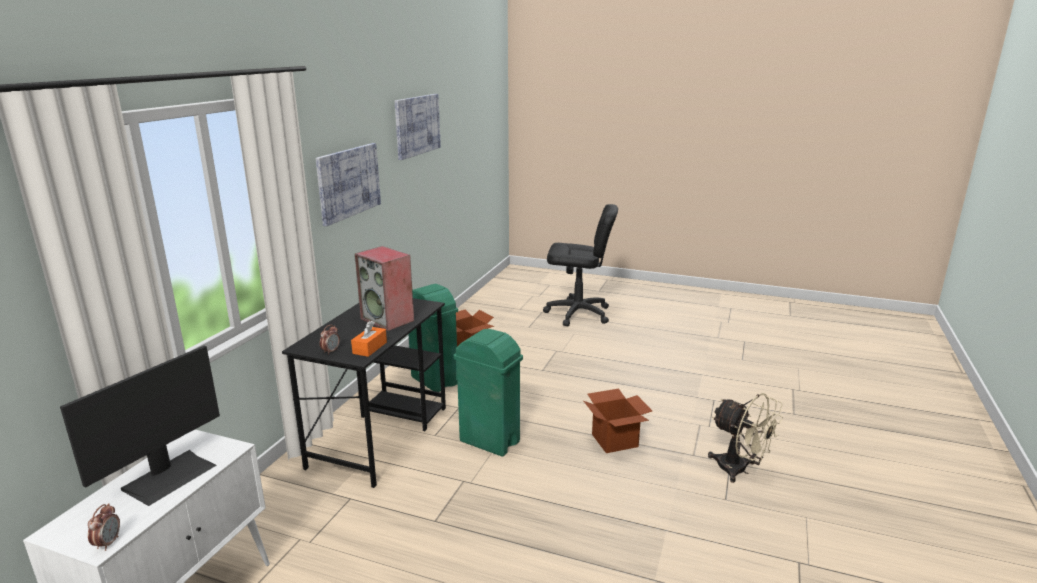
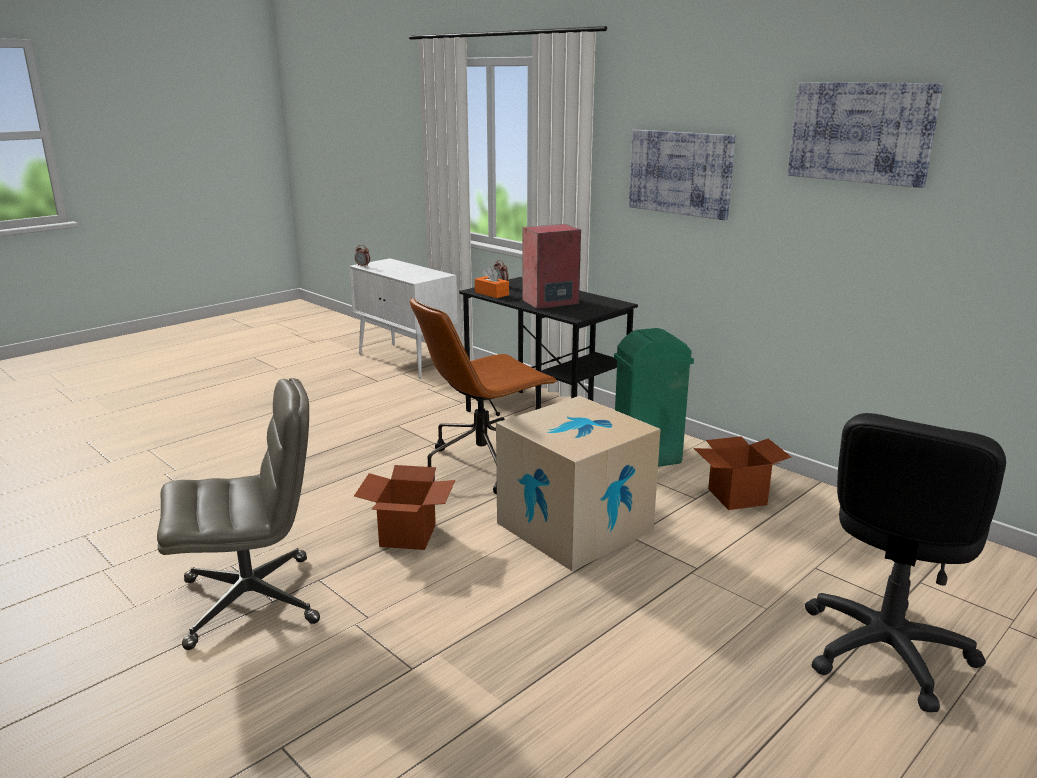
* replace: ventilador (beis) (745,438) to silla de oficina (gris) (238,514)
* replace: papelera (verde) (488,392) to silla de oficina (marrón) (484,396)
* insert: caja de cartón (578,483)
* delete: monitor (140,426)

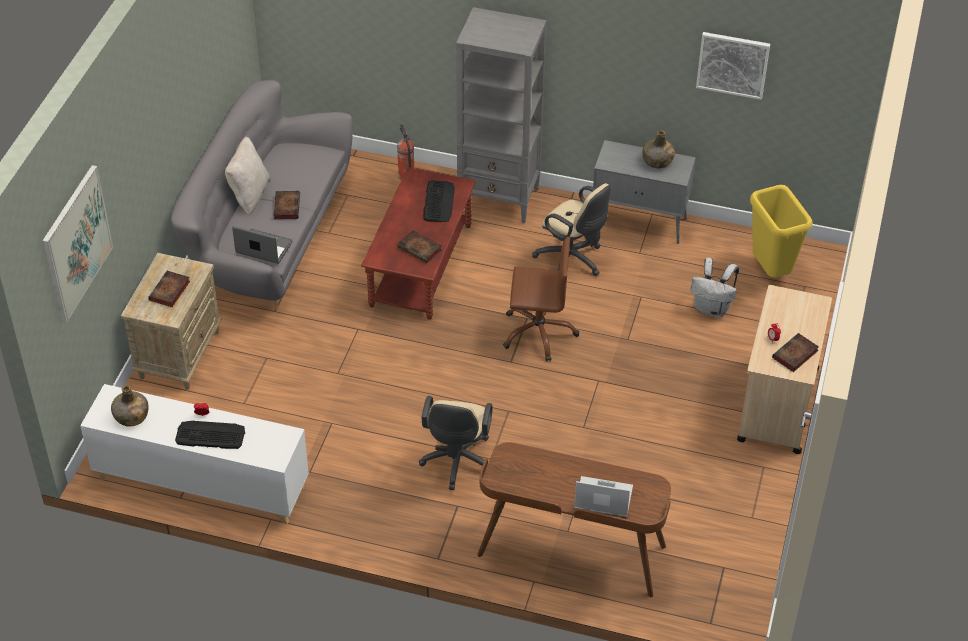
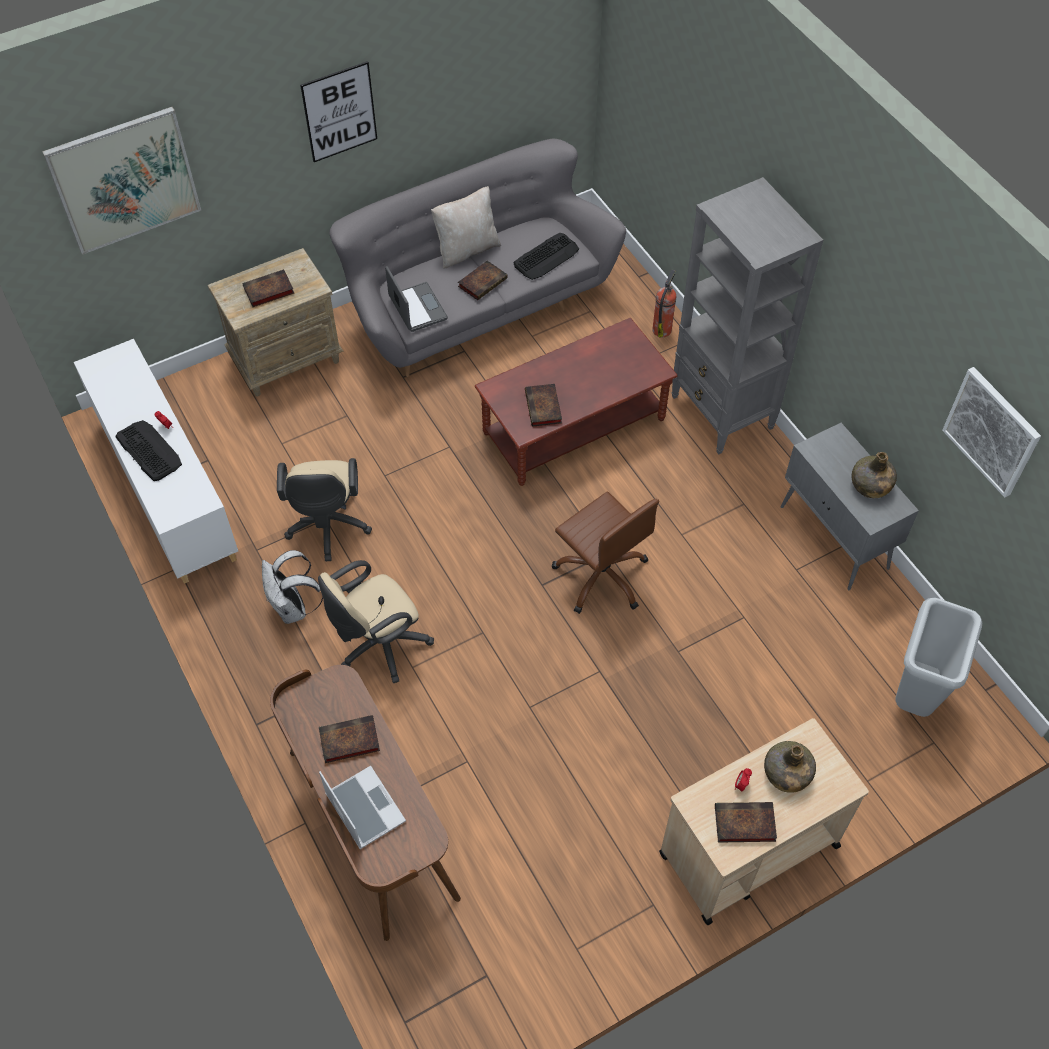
* move: mochila (blanco) (714,288) to (292,587)
* move: silla de oficina (beis) (571,229) to (324,509)
* insert: cuadro (338,111)
* insert: libro (349,739)
* move: teclado (439,201) to (546,256)
* move: botella (verde) (130,406) to (790,767)
* recolor: papelera (amarillo) (781,231) to papelera (gris) (938,657)

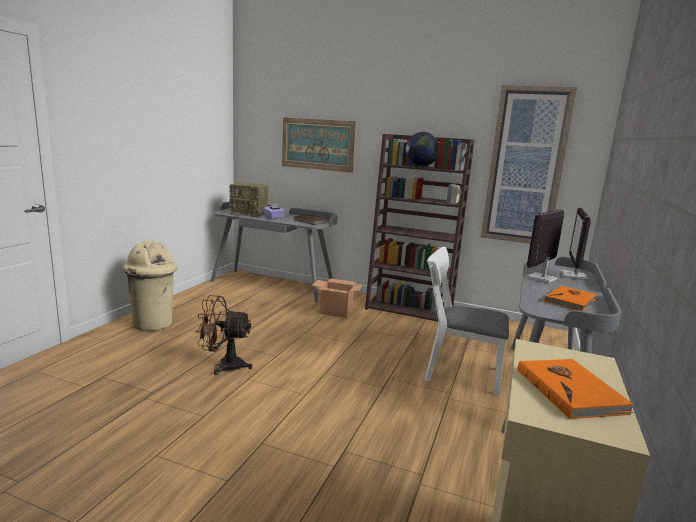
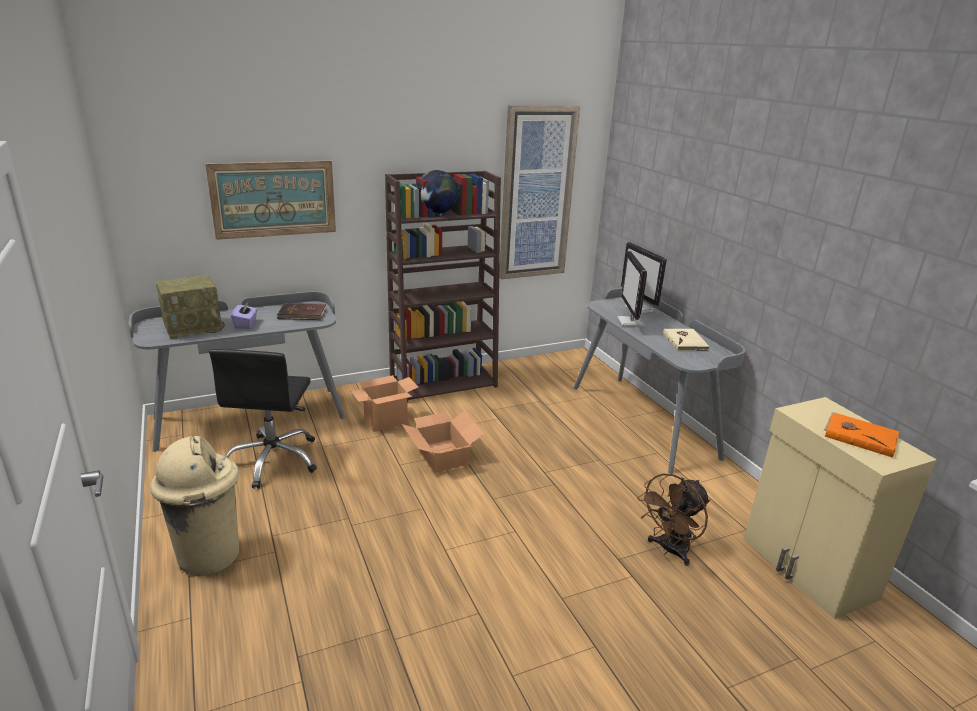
* insert: silla de oficina (negro) (263,419)
* insert: caja de cartón (443,442)
* move: ventilador (marrón) (224,335) to (673,519)
* recolor: libro (naranja) (572,298) to libro (beis) (686,340)
* delete: silla (blanco) (467,321)

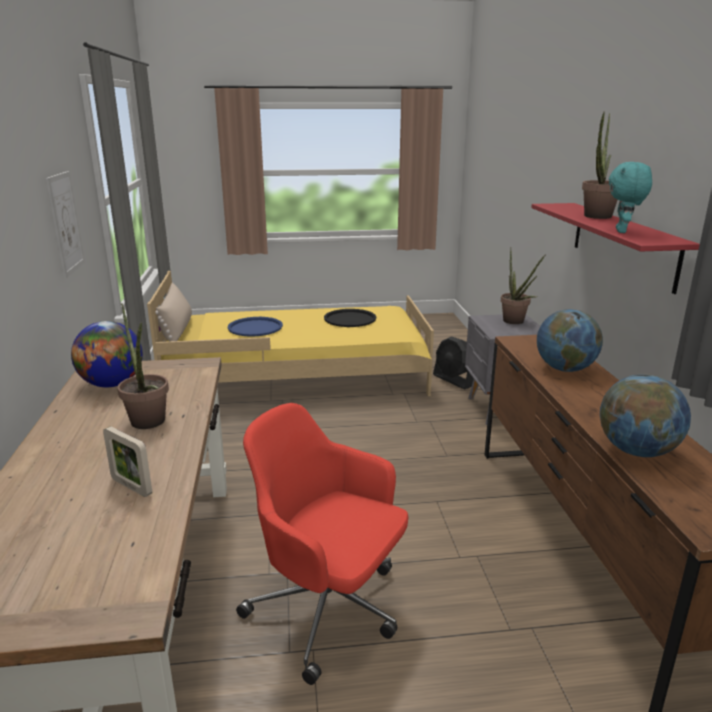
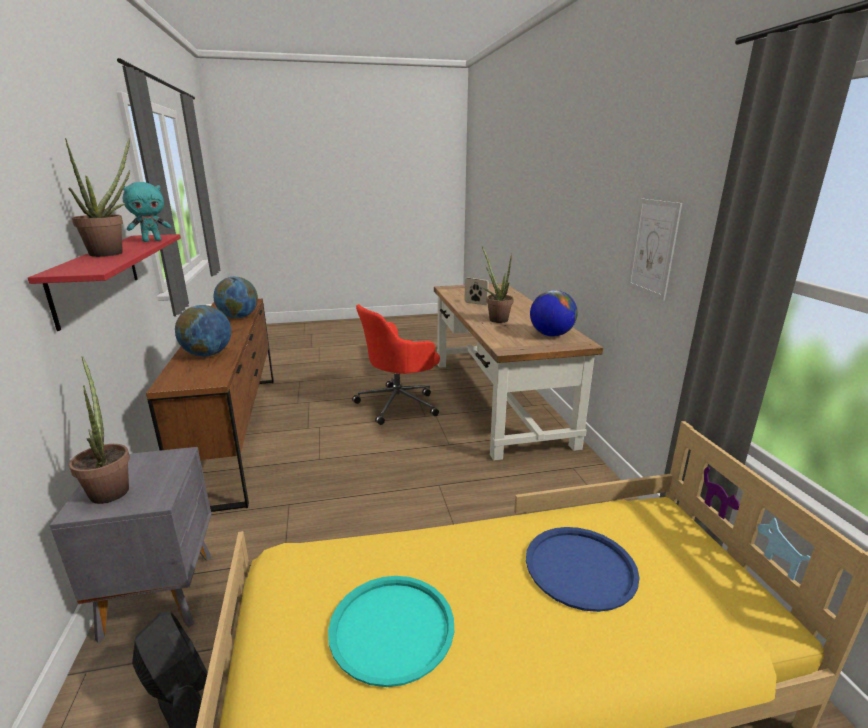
* rotate: peluche (turquesa) (630,197) = (146,212) 45 degrees clockwise
* recolor: bandeja (negro) (350,318) to bandeja (turquesa) (391,631)
* rotate: silla de oficina (rojo) (322,544) = (396,364) 120 degrees clockwise
* delete: cojín (beis) (174,312)

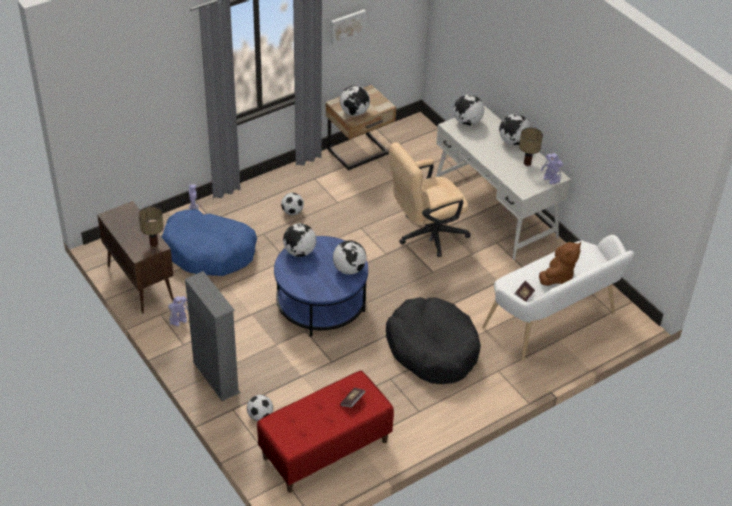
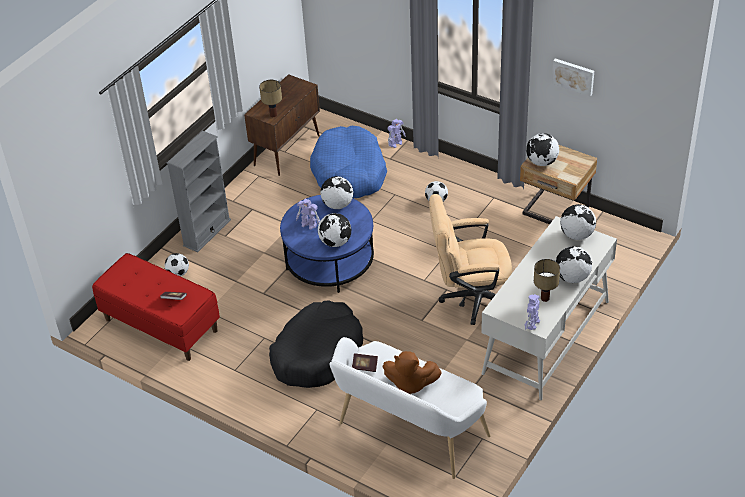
* move: robot de juguete (178,311) to (308,214)
* rotate: silla de oficina (beis) (430,199) = (470,259) 45 degrees counterclockwise

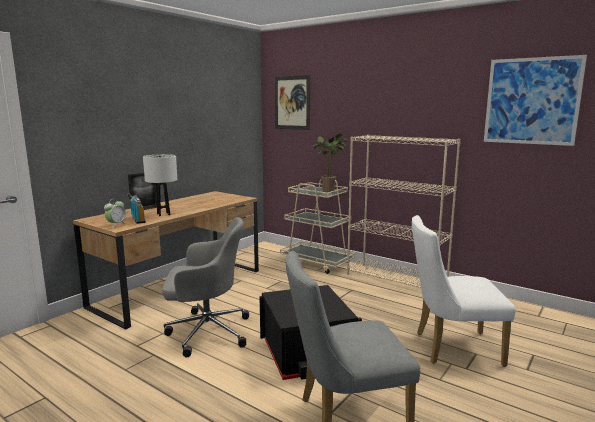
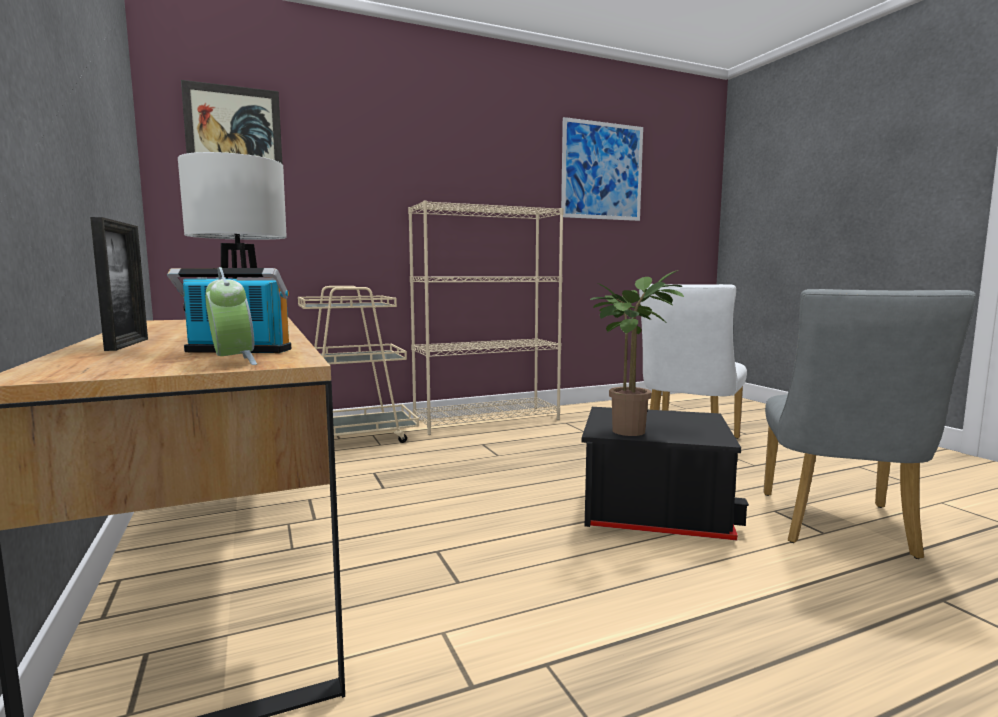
* move: planta en maceta (330,163) to (637,353)
* delete: silla de oficina (gris) (205,287)

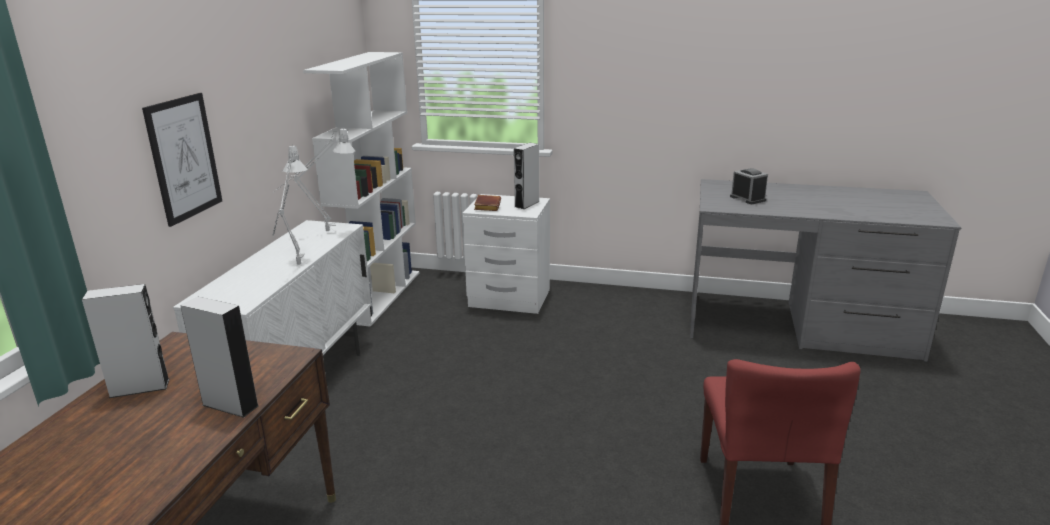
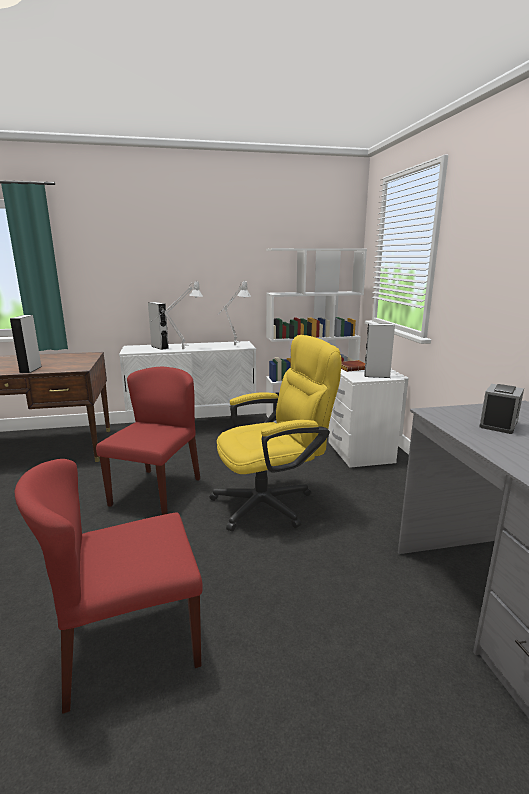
* insert: silla (rojo) (148,441)
* move: altavoz (gris) (125,341) to (158,326)
* insert: silla de oficina (amarillo) (275,433)
* delete: cuadro (182,160)

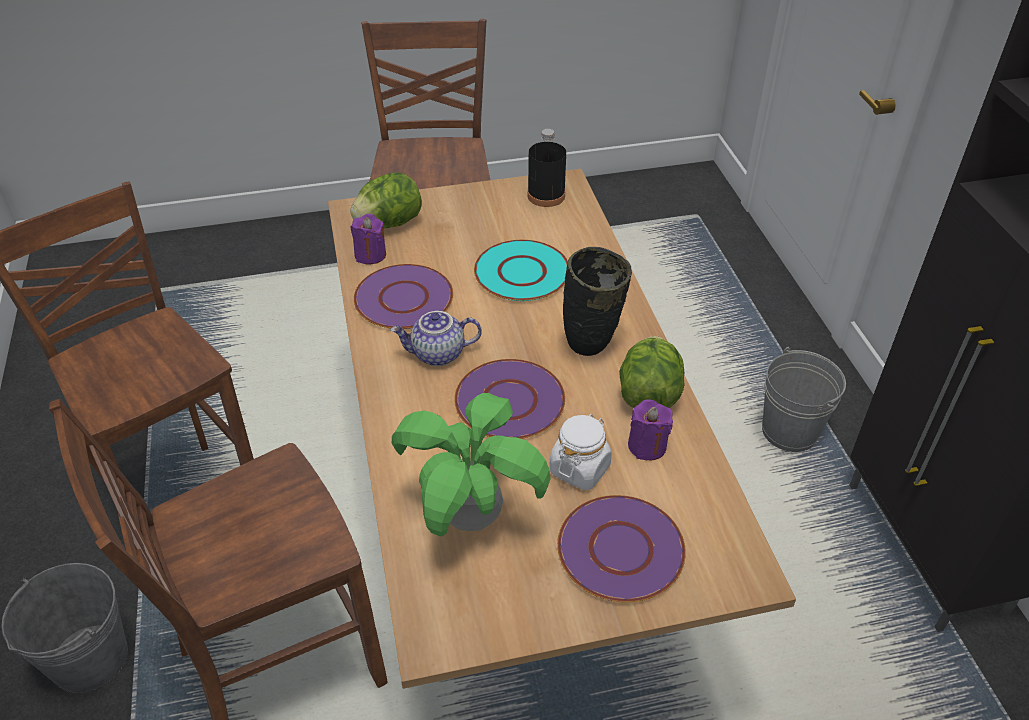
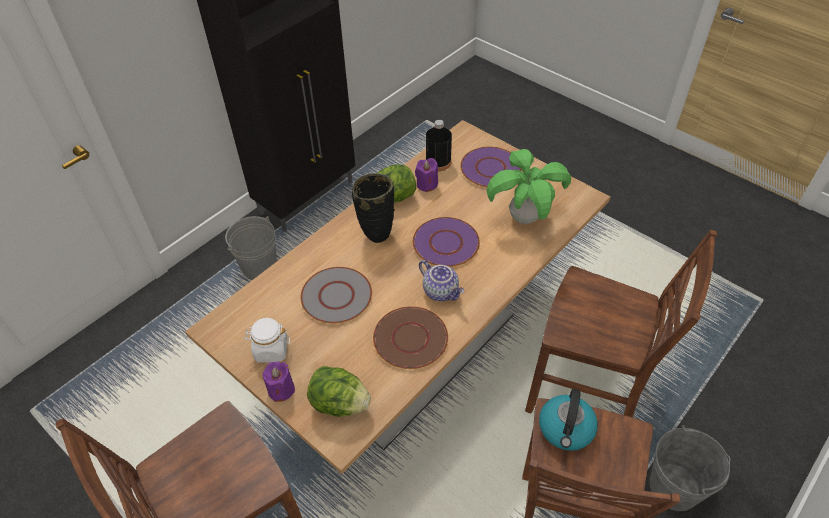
* move: tarro (blanco) (580,452) to (267,340)
* move: vela (morado) (368,239) to (279,382)
* recolor: plato (turquesa) (521,270) to plato (gris) (336,295)
* recolor: plato (morado) (403,296) to plato (marrón) (410,337)
* move: botella (negro) (546,168) to (438,145)
* insert: hervidor (568,420)

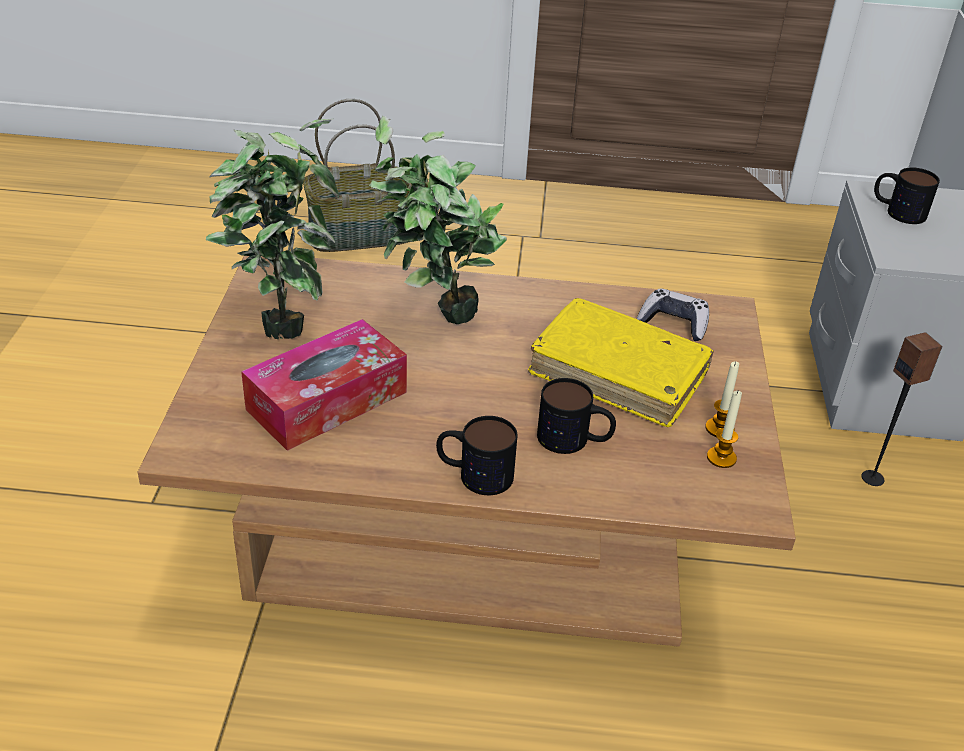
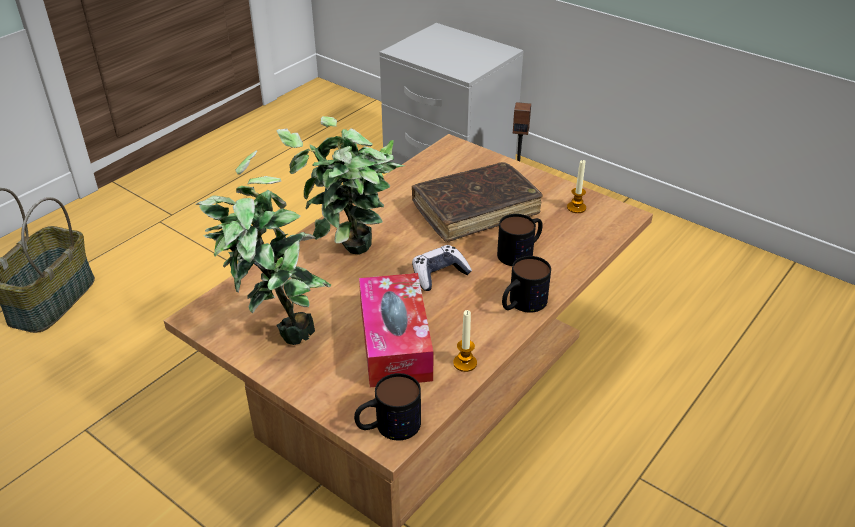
* move: taza grande (907,195) to (387,407)
* recolor: libro (amarillo) (621,362) to libro (marrón) (477,202)
* move: mando de consola (673,314) to (442,268)
* move: vela (722,399) to (465,341)

